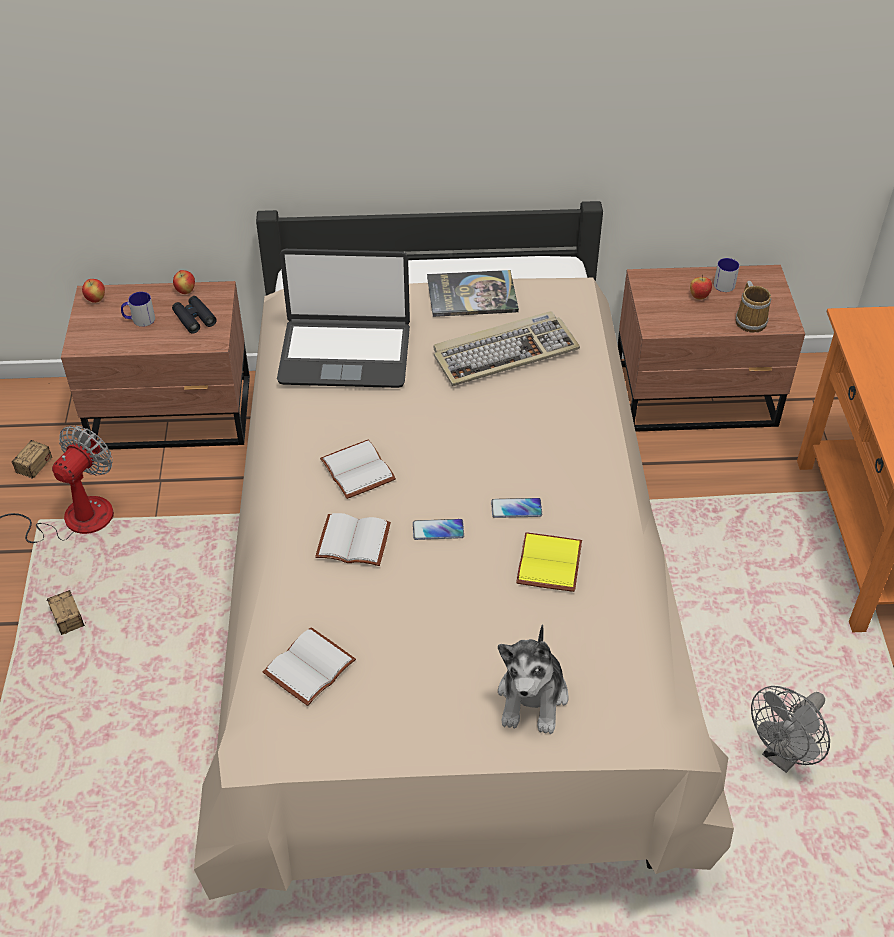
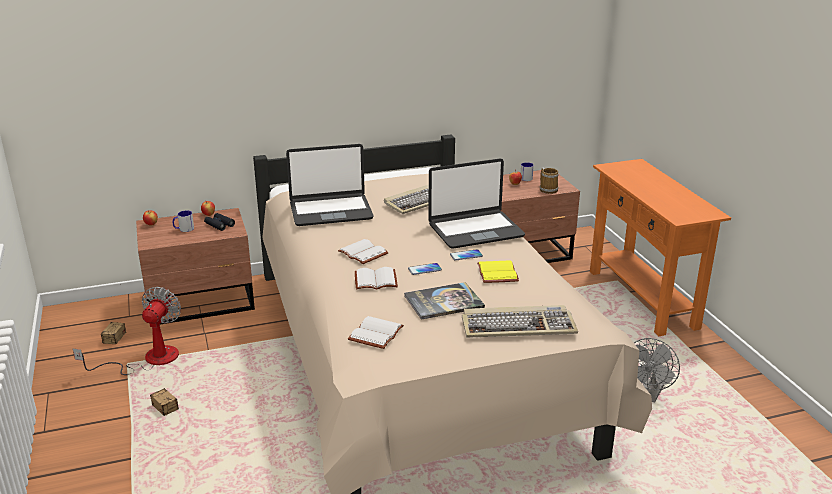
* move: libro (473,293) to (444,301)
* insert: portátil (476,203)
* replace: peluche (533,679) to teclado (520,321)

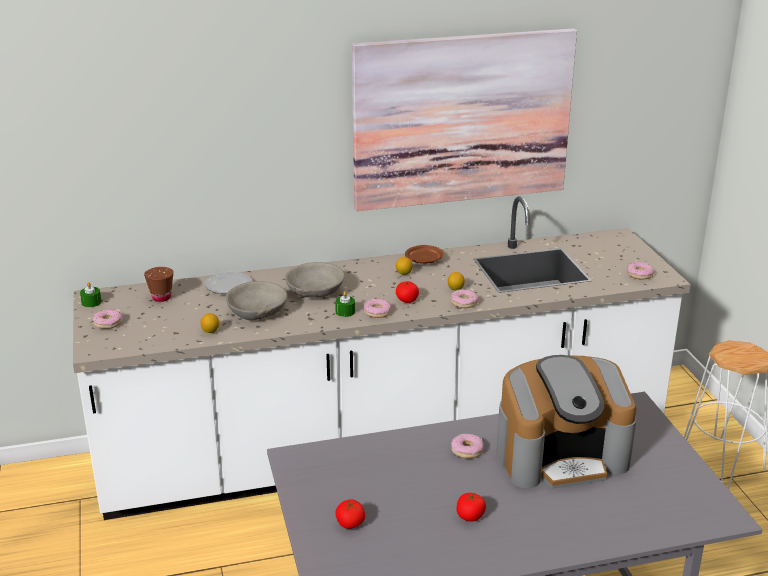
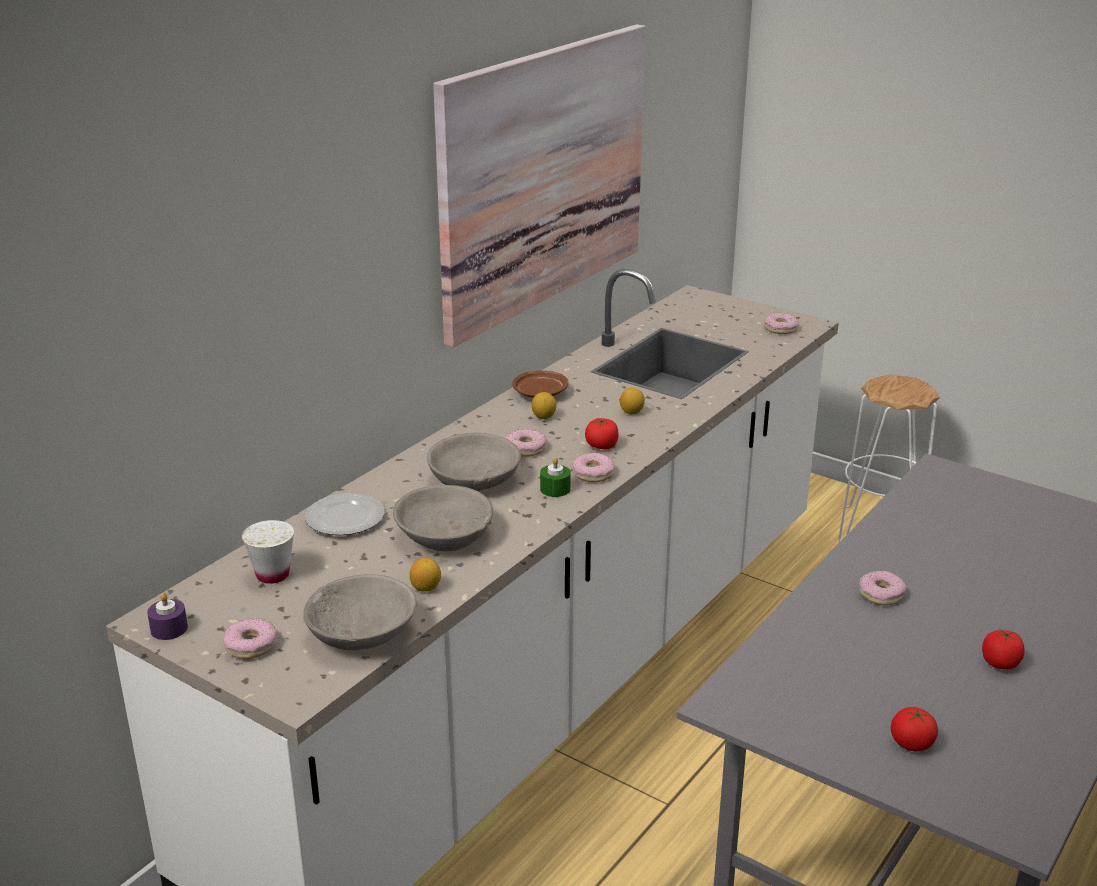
* recolor: vela (verde) (91,294) to vela (morado) (167,616)
* recolor: taza (marrón) (159,284) to taza (blanco) (268,552)
* insert: cuenco (gris) (360,612)
* move: rosquilla (465,298) to (526,443)
* delete: cafetera (566,422)

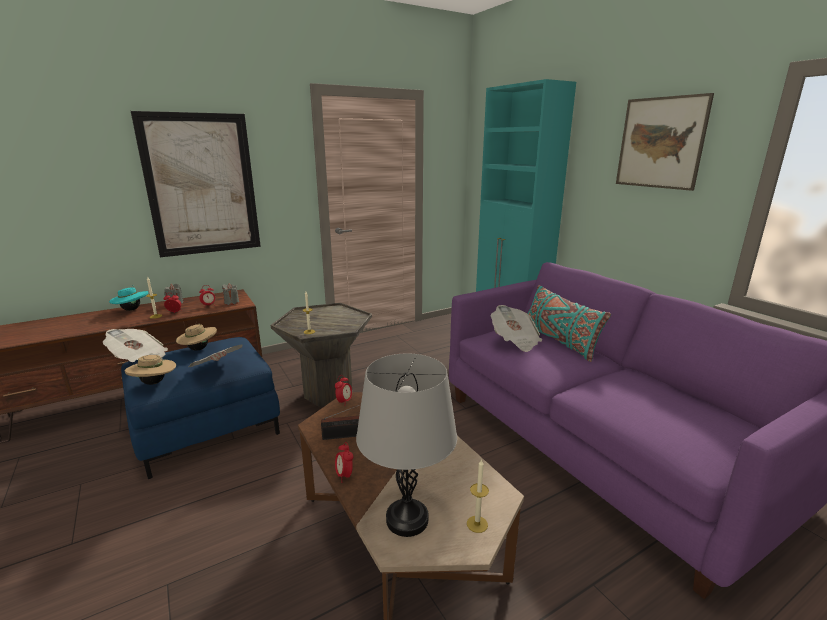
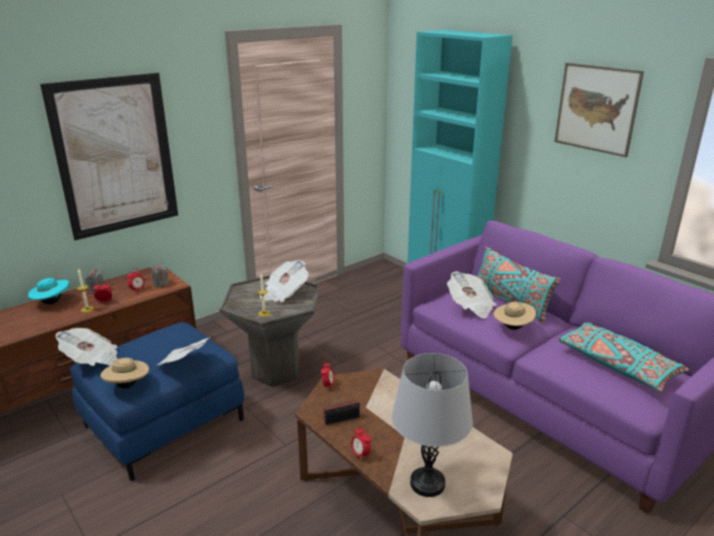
* insert: periódico (284,281)
* move: sombrero (beis) (196,336) to (515,314)
* insert: cojín (turquesa) (623,357)
* delete: vela (478,496)

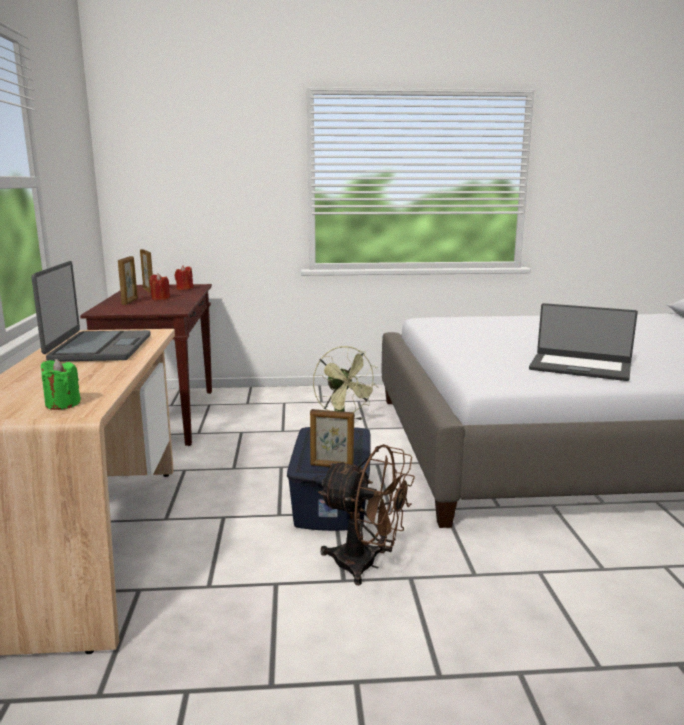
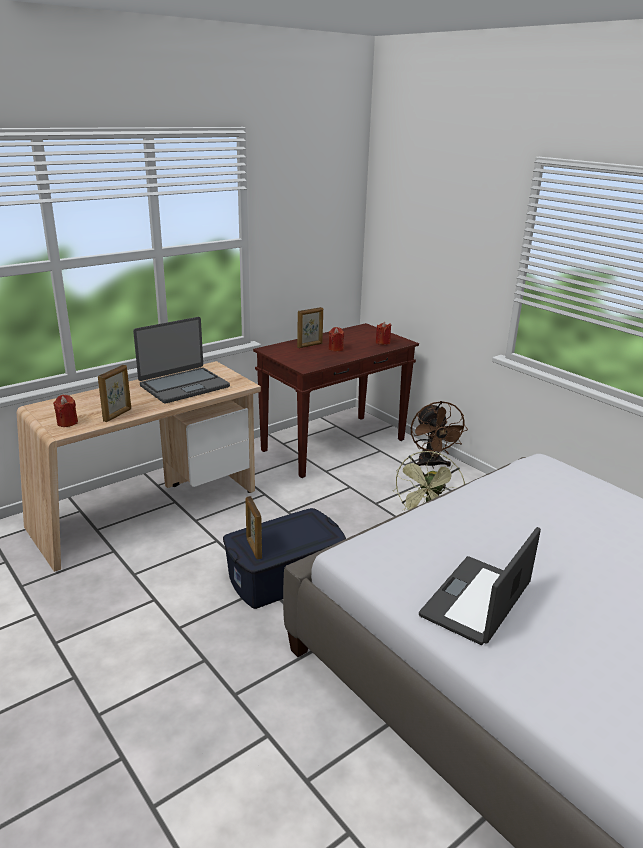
* recolor: vela (verde) (61,384) to vela (rojo) (65,411)
* move: portarretratos (146,271) to (114,393)
* move: ventilador (marrón) (366,514) to (439,435)
* rotate: portátil (583,342) = (480,586) 45 degrees clockwise

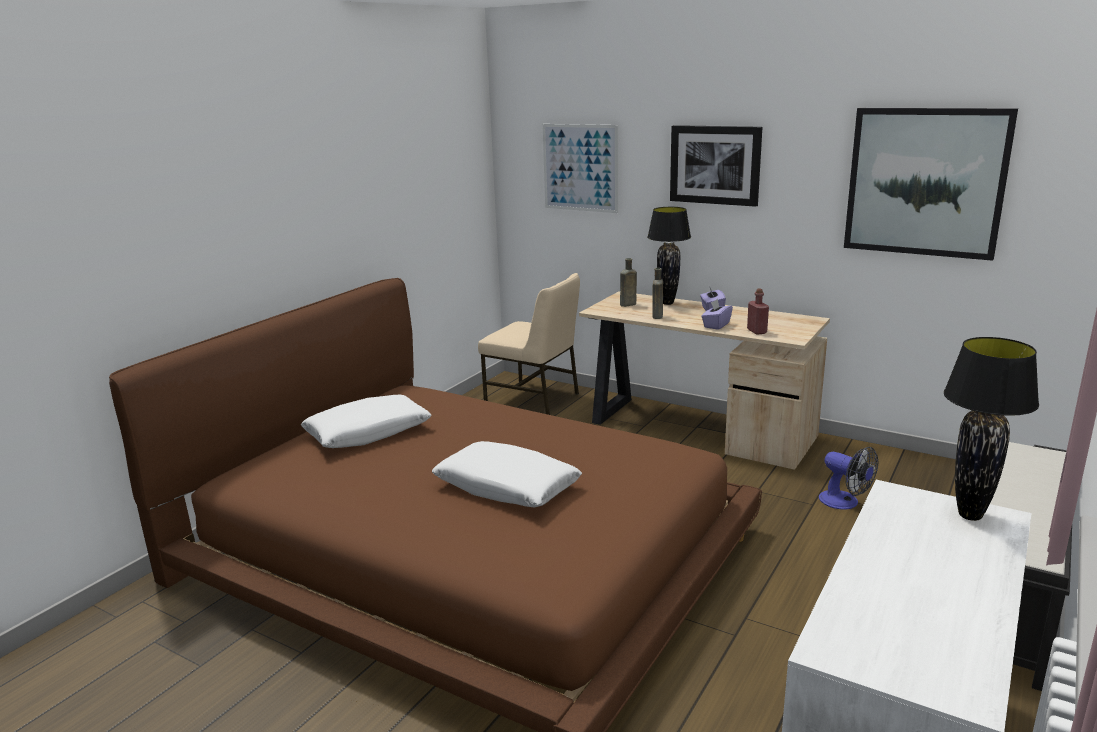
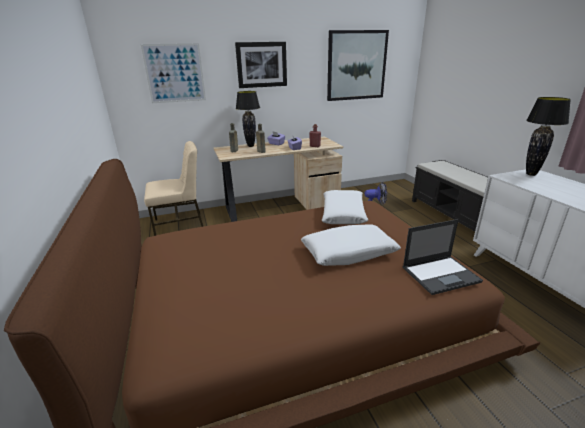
* move: cojín (blanco) (366,421) to (345,207)
* insert: portátil (443,257)

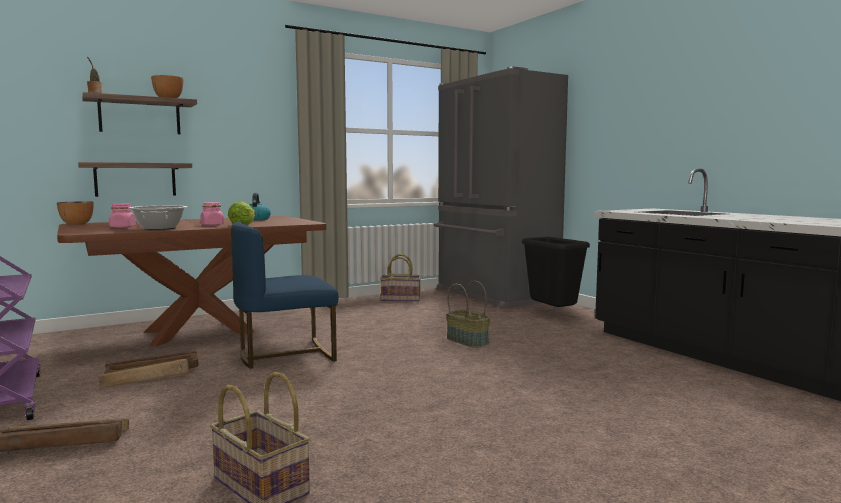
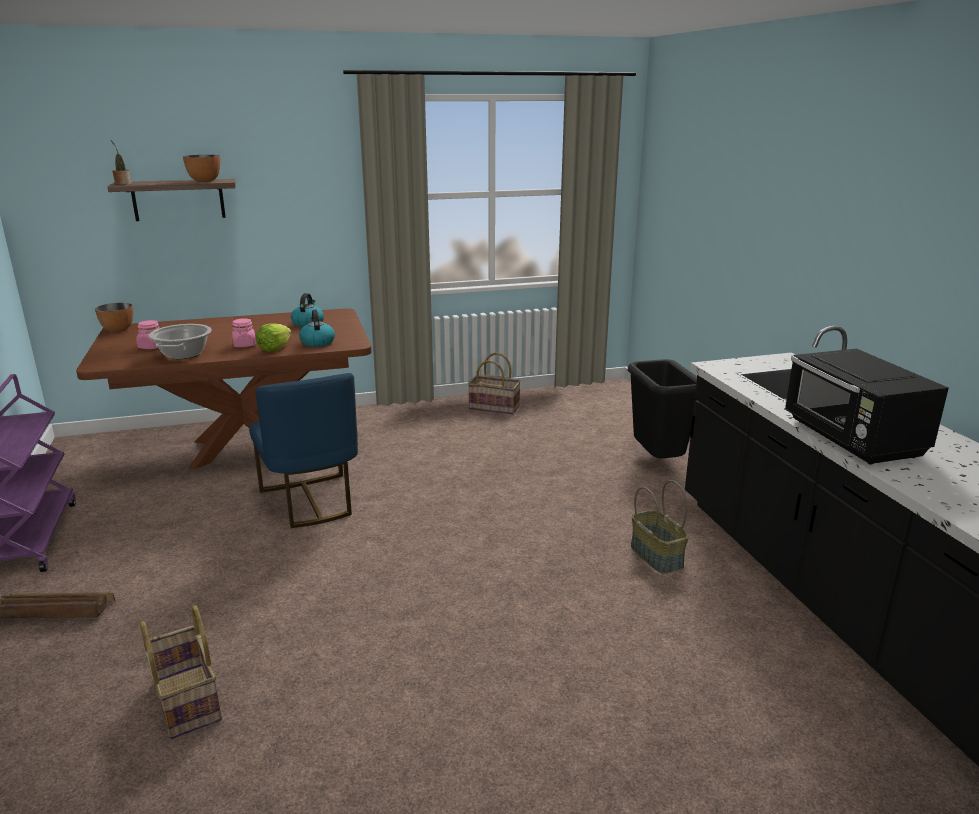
* rotate: silla (azul) (284,295) = (303,450) 105 degrees counterclockwise
* insert: hervidor (317,328)
* move: cesta (468,314) to (660,527)
* insert: microondas (negro) (867,407)
* delete: estante (135,179)
* delete: caja de embalaje (148,369)
* delete: nevera (gris) (500,187)

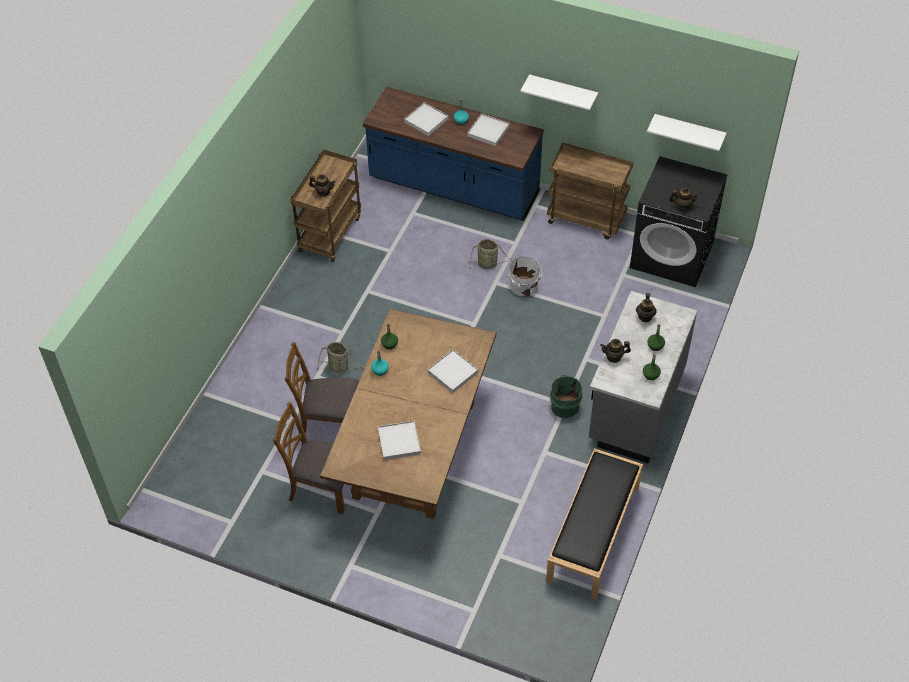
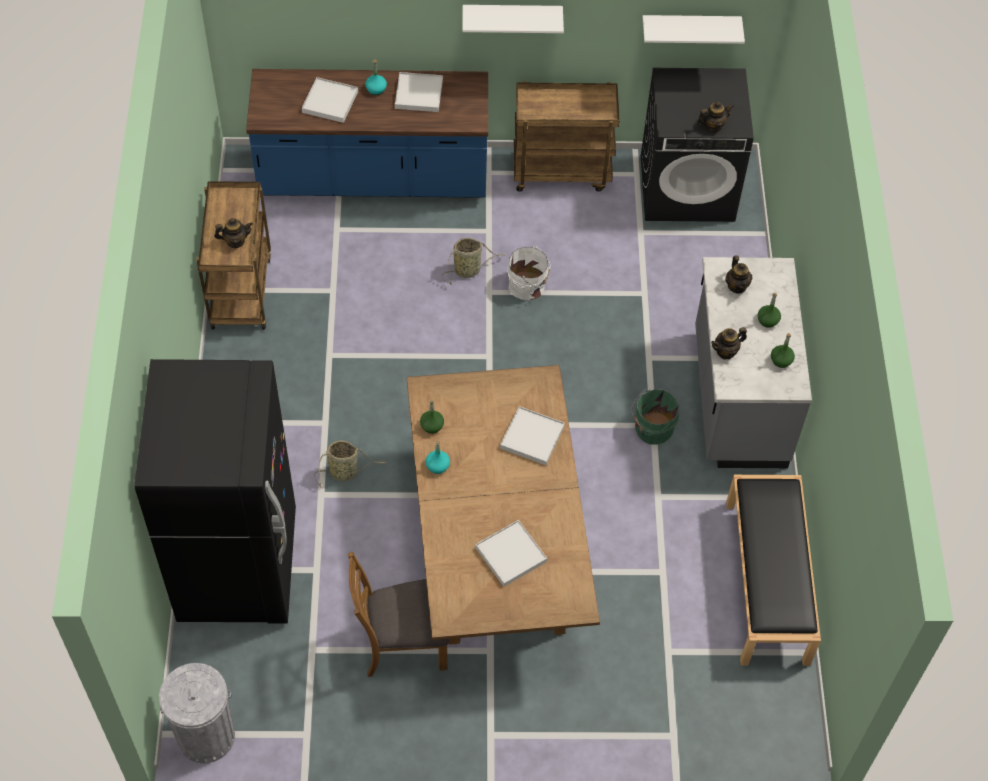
* insert: nevera (negro) (215,491)
* insert: papelera (gris) (197,713)
* delete: silla (marrón) (322,391)

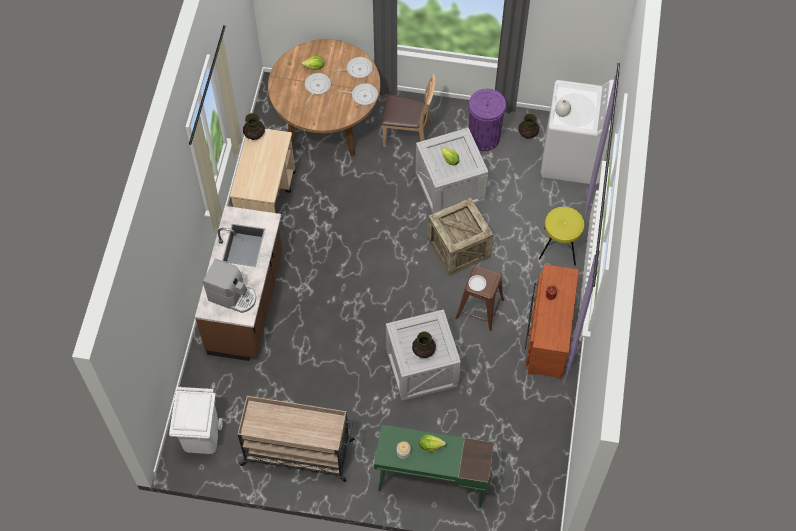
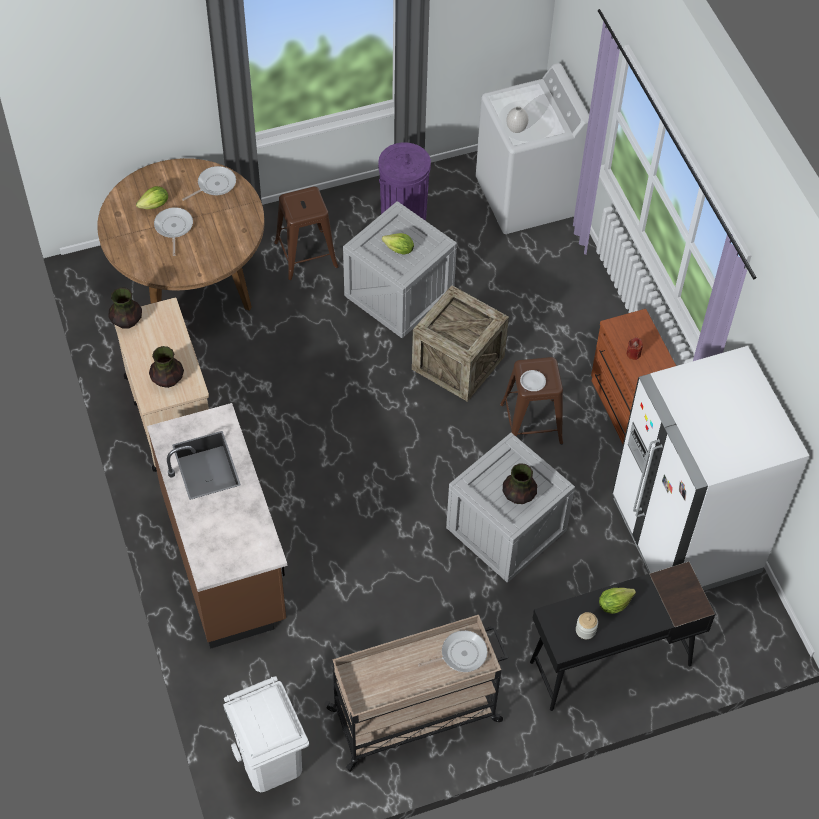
* move: florero (528,126) to (166,367)
* replace: silla (marrón) (408,110) to taburete (marrón) (306,234)
* move: sartén (357,94) to (452,651)
* recolor: escritorio (verde) (434,466) to escritorio (negro) (622,636)
* insert: nevera (blanco) (710,468)
* delete: cafetera (229,286)
* delete: taburete (amarillo) (561,236)

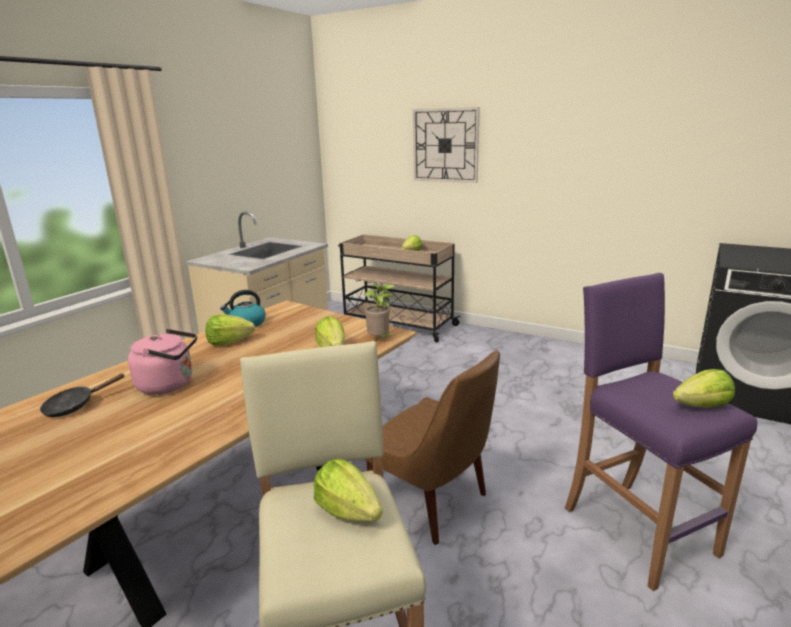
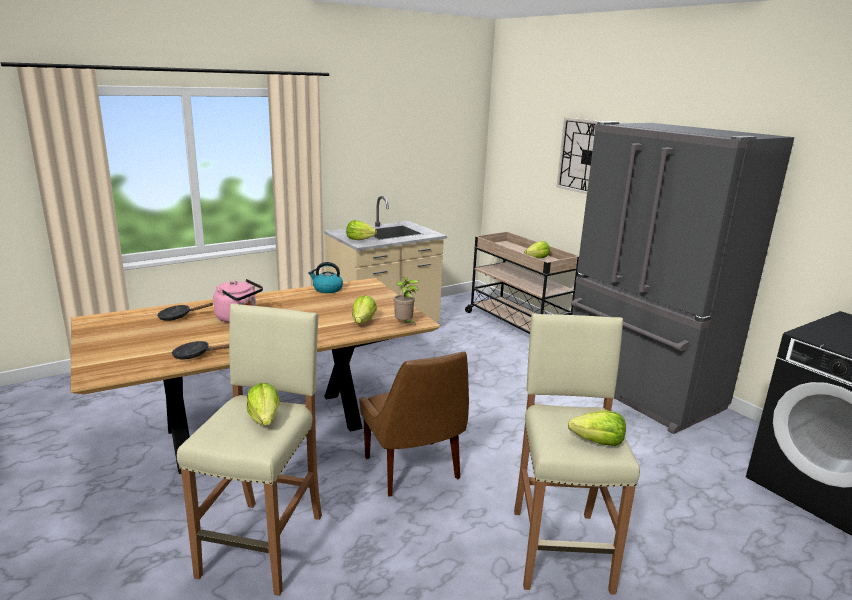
* insert: sartén (negro) (200,350)
* move: lechuga (230,330) to (361,230)
* recolor: taburete (morado) (661,432) to taburete (beis) (577,454)
* insert: nevera (gris) (682,277)

